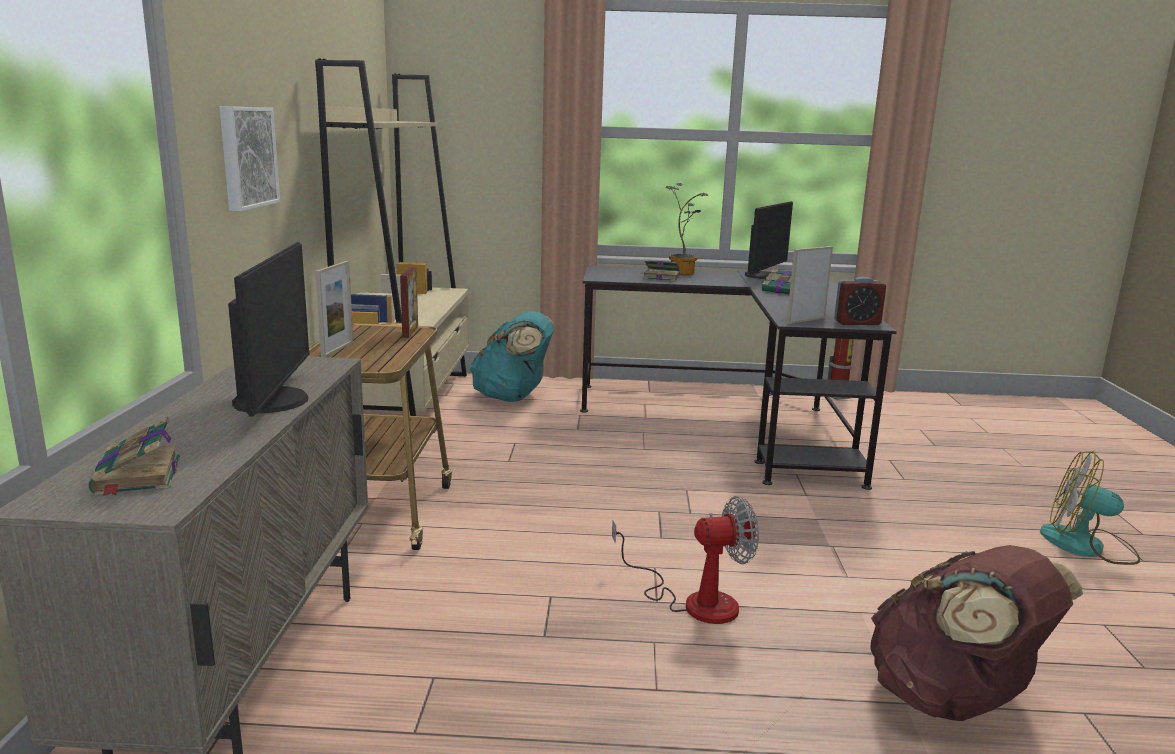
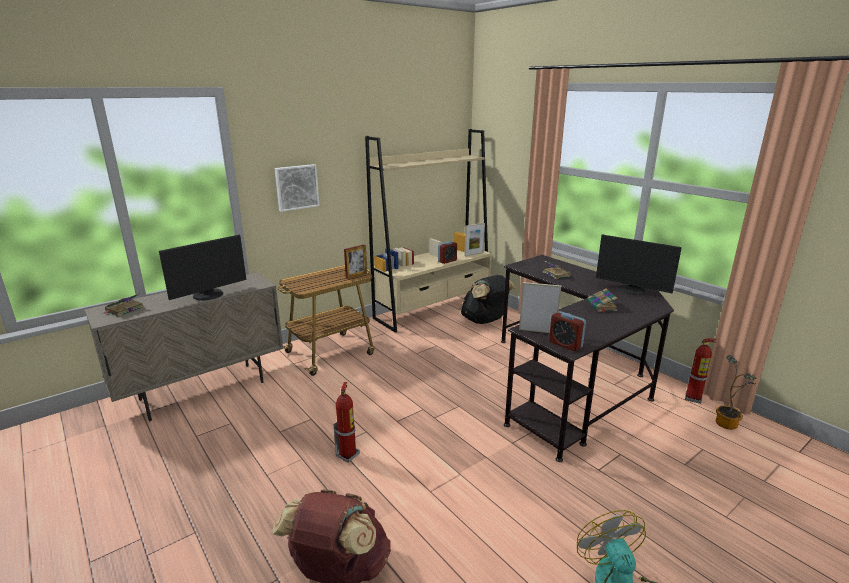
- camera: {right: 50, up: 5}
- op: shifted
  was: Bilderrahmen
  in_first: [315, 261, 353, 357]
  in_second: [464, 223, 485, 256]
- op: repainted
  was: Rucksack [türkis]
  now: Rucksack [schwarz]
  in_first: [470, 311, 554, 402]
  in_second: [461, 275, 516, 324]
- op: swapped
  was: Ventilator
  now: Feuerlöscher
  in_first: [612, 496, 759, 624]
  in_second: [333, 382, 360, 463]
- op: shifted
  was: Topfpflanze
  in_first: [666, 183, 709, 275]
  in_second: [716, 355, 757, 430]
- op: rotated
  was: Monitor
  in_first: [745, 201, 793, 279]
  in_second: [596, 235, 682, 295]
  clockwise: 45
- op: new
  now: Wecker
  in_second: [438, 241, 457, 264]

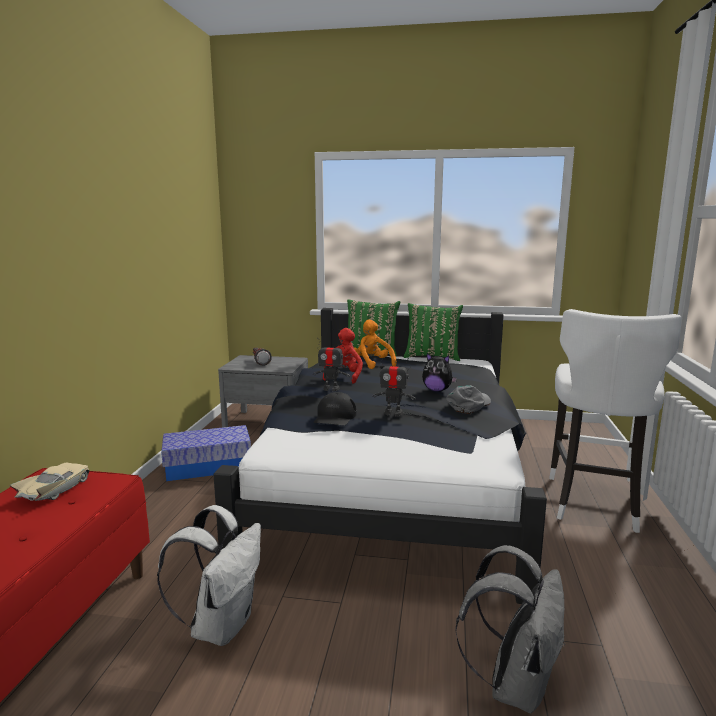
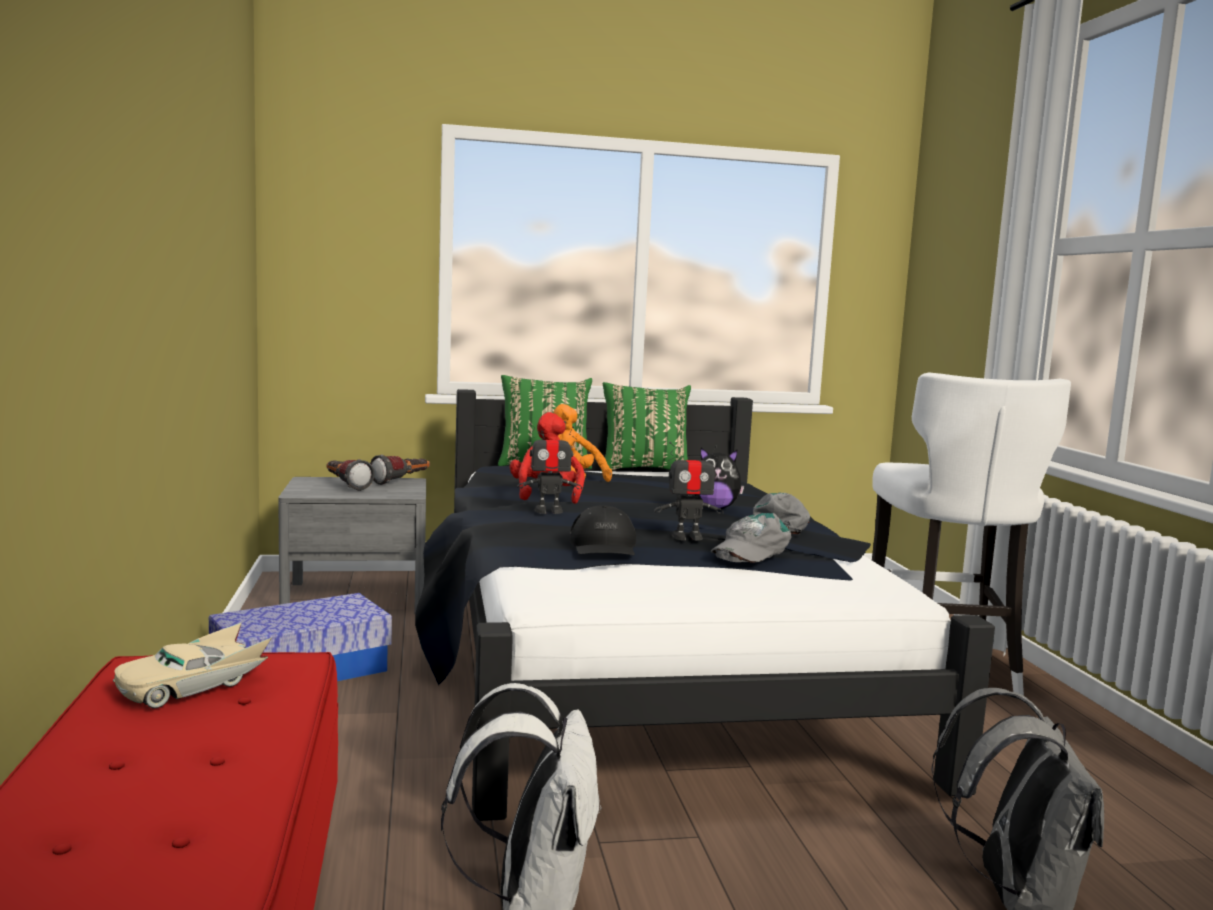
- camera: {right: -20, up: -5}
- op: rotated
  was: Spielzeugauto [beige]
  in_first: [10, 463, 89, 501]
  in_second: [113, 622, 272, 708]
  clockwise: -135
- op: new
  now: Taschenlampe
  in_second: [370, 454, 430, 485]
- op: new
  now: Kappe [grau]
  in_second: [711, 513, 791, 563]

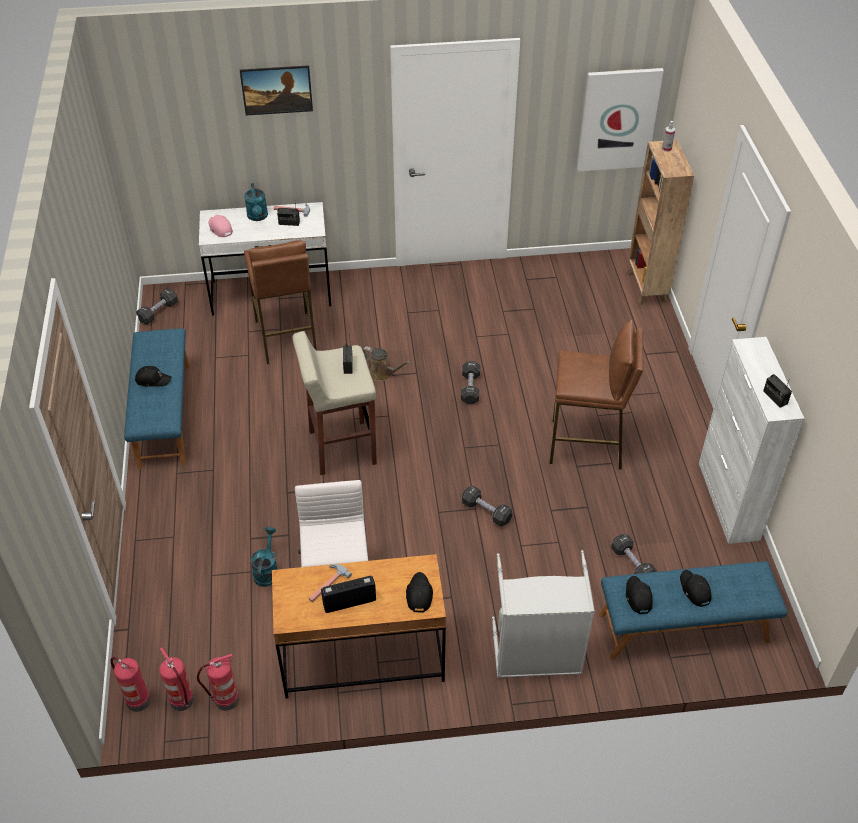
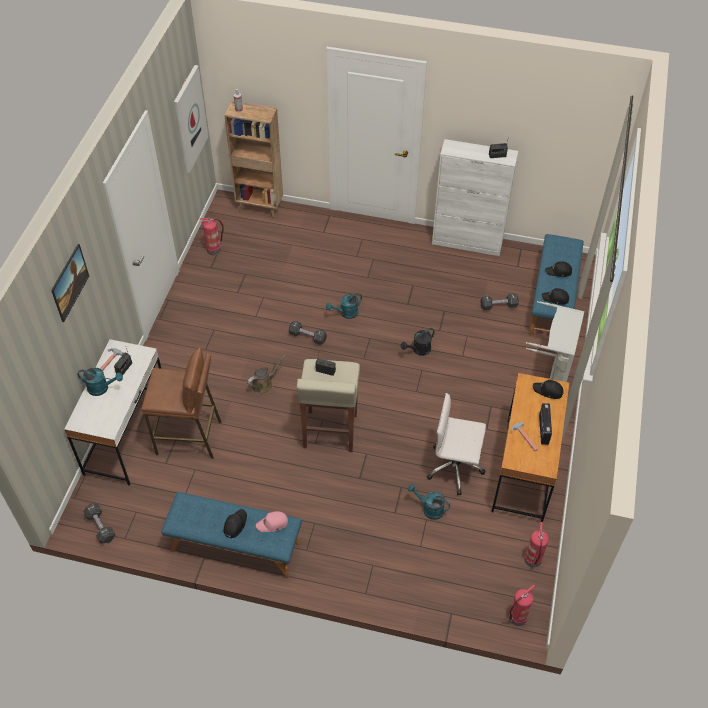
- camera: {right: -70, up: 5}
- op: shifted
  was: Feuerlöscher
  in_first: [159, 648, 194, 711]
  in_second: [200, 218, 224, 255]
- op: shifted
  was: Kappe [rosa]
  in_first: [208, 215, 233, 237]
  in_second: [256, 511, 288, 532]
- op: gone
  was: Hantel [schwarz]
  in_first: [462, 486, 512, 526]
- op: gone
  was: Hocker [braun]
  in_first: [549, 320, 643, 470]
- op: new
  now: Gießkanne [türkis]
  in_second: [326, 293, 362, 319]
- op: new
  now: Gießkanne [schwarz]
  in_second: [401, 328, 435, 356]

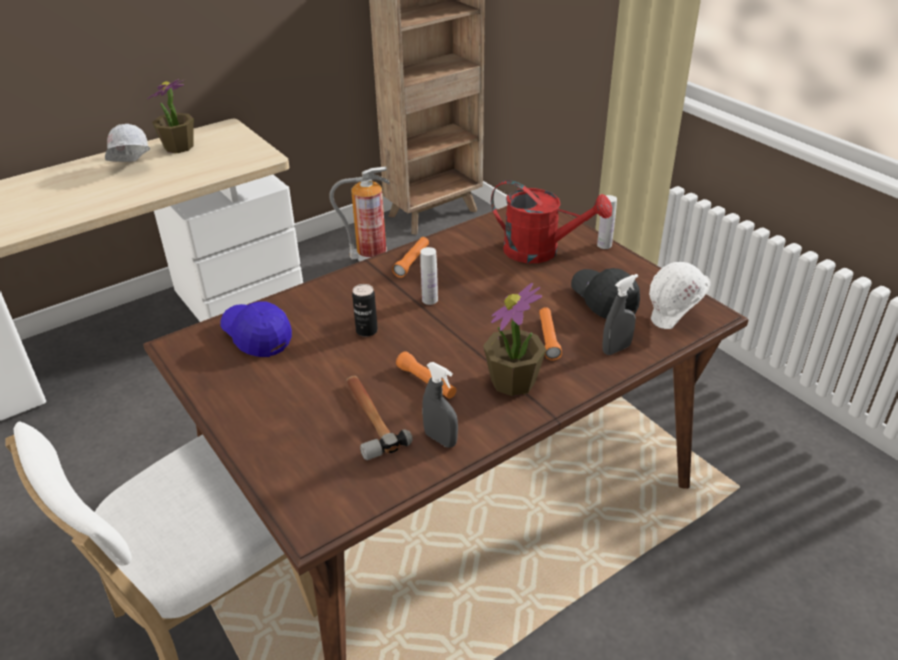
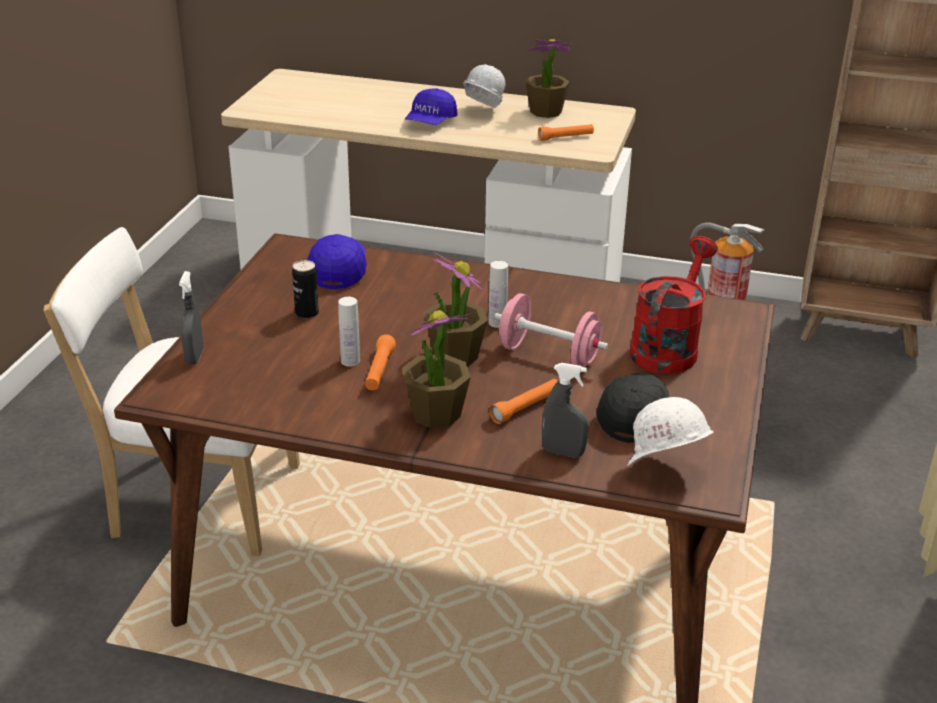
- camera: {right: 50, up: -5}
- op: gone
  was: Hammer
  in_first: [346, 376, 412, 460]
- op: shifted
  was: Dose
  in_first: [352, 284, 378, 337]
  in_second: [292, 260, 319, 319]
- op: shifted
  was: Taschenlampe [orange]
  in_first: [392, 237, 429, 278]
  in_second: [538, 124, 594, 141]
- op: shifted
  was: Sprühflasche [grau]
  in_first: [422, 362, 458, 448]
  in_second: [179, 271, 203, 365]
- op: rotated
  was: Gießkanne [rot]
  in_first: [491, 180, 612, 263]
  in_second: [630, 236, 718, 374]
  clockwise: -135
- op: shifted
  was: Flasche [weiß]
  in_first: [597, 195, 617, 249]
  in_second: [338, 297, 360, 367]
- op: new
  now: Kappe [blau]
  in_second: [405, 88, 458, 125]
- op: new
  now: Topfpflanze
  in_second: [424, 251, 488, 367]
- op: new
  now: Hantel [rosa]
  in_second: [494, 293, 609, 367]

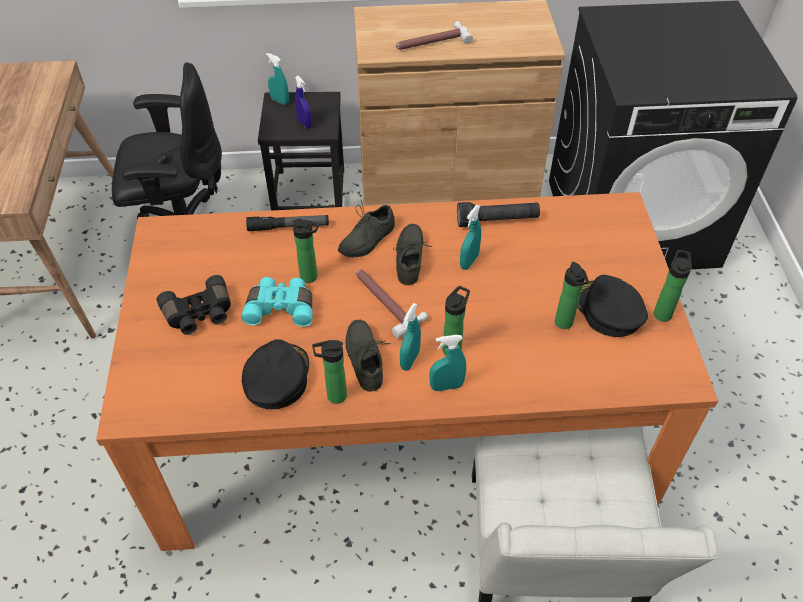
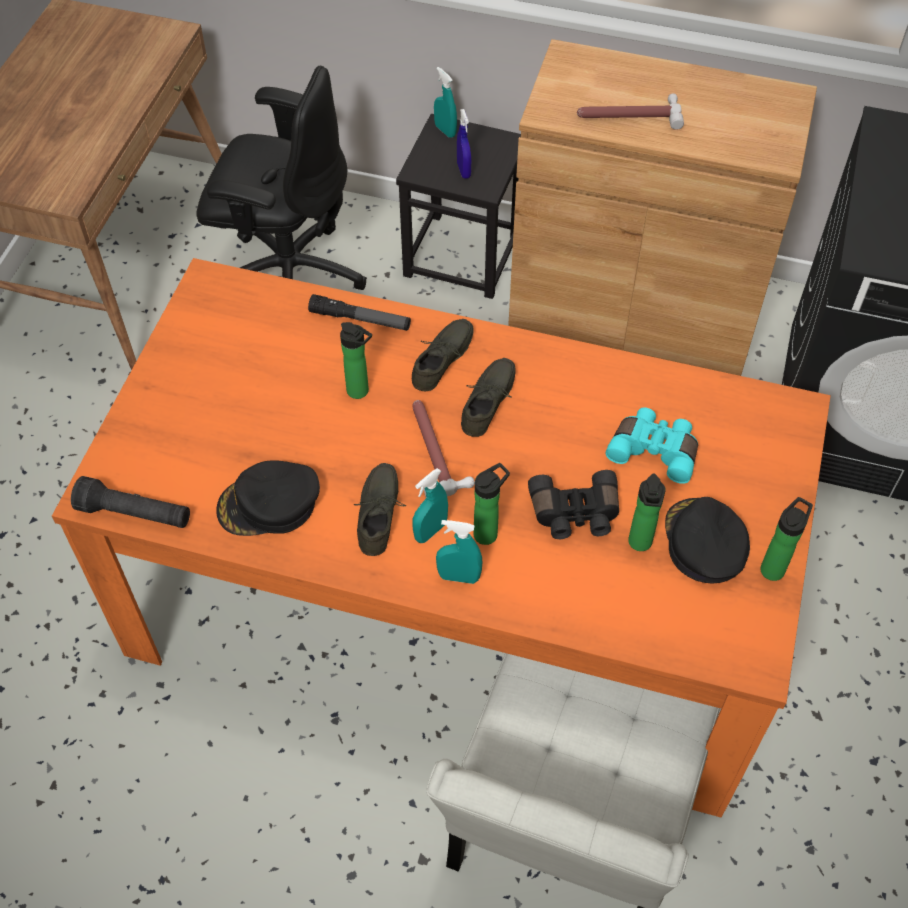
- camera: {right: 20, up: 5}
- op: shifted
  was: Fernglas [schwarz]
  in_first: [157, 275, 231, 335]
  in_second: [528, 470, 619, 539]
- op: shifted
  was: Fernglas [türkis]
  in_first: [242, 277, 313, 327]
  in_second: [605, 407, 698, 484]
- op: rotated
  was: Kappe [schwarz]
  in_first: [242, 339, 309, 409]
  in_second: [216, 460, 320, 536]
  clockwise: -135
- op: gone
  was: Flasche
  in_first: [312, 340, 347, 404]
- op: rotated
  was: Schuh [grau]
  in_first: [338, 200, 395, 258]
  in_second: [412, 319, 474, 391]
  clockwise: 150
- op: shifted
  was: Taschenlampe [schwarz]
  in_first: [457, 202, 540, 227]
  in_second: [71, 476, 190, 528]
- op: gone
  was: Sprühflasche [türkis]
  in_first: [460, 205, 481, 270]

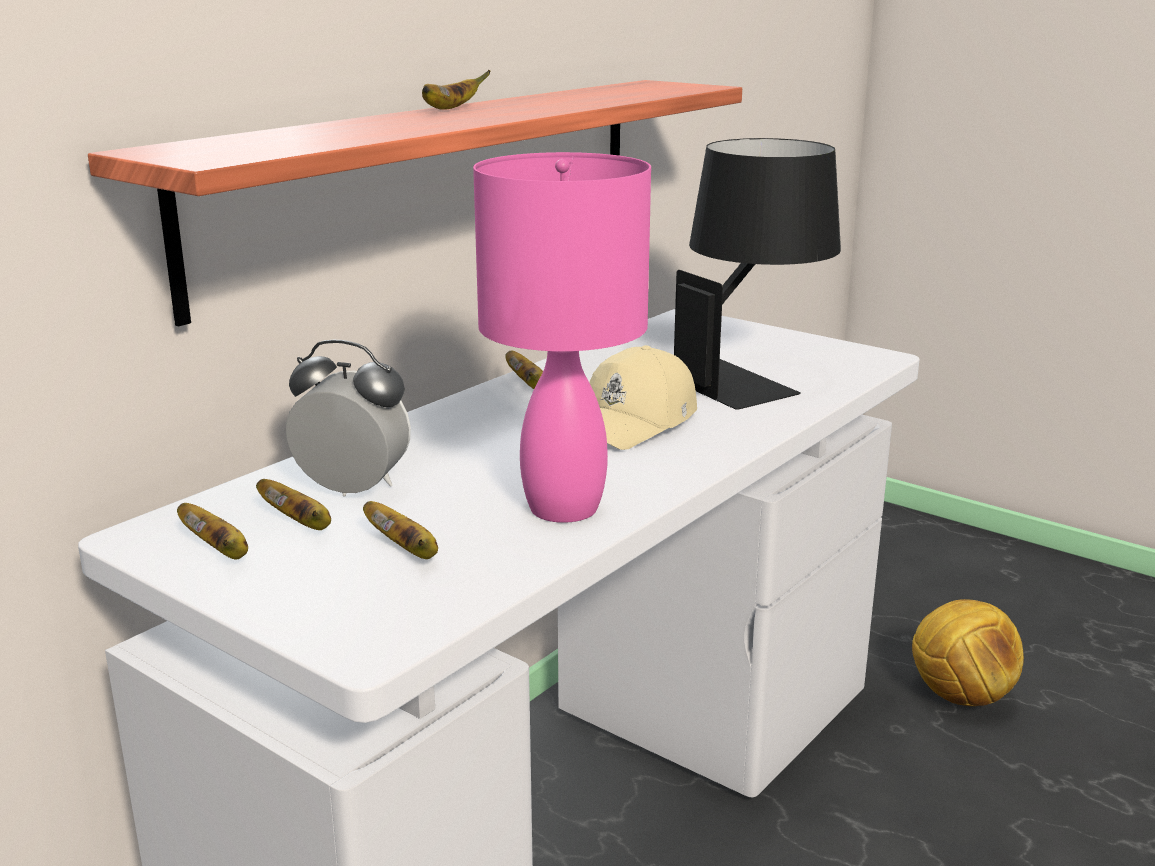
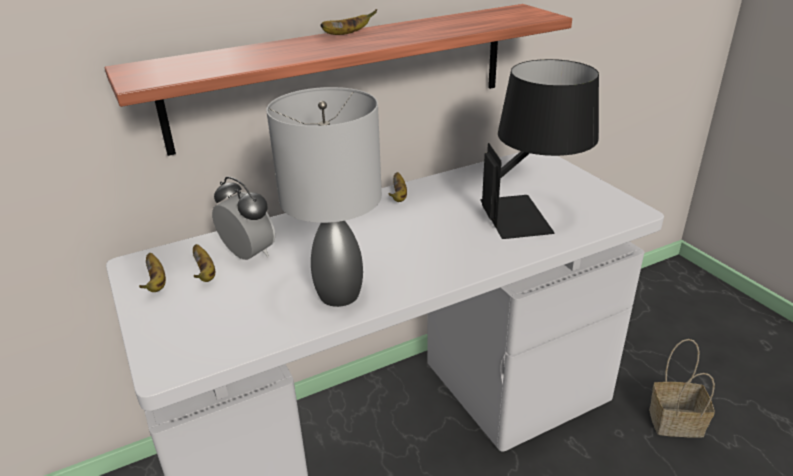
- camera: {right: 25, up: 10}
- op: gone
  was: Banane
  in_first: [363, 501, 438, 559]
- op: repainted
  was: Tischlampe [rosa]
  now: Tischlampe [grau]
  in_first: [473, 152, 651, 523]
  in_second: [266, 87, 382, 307]
- op: gone
  was: Kappe [beige]
  in_first: [589, 345, 697, 450]
- op: swapped
  was: Fußball
  now: Korb
  in_first: [912, 599, 1024, 706]
  in_second: [649, 339, 715, 438]

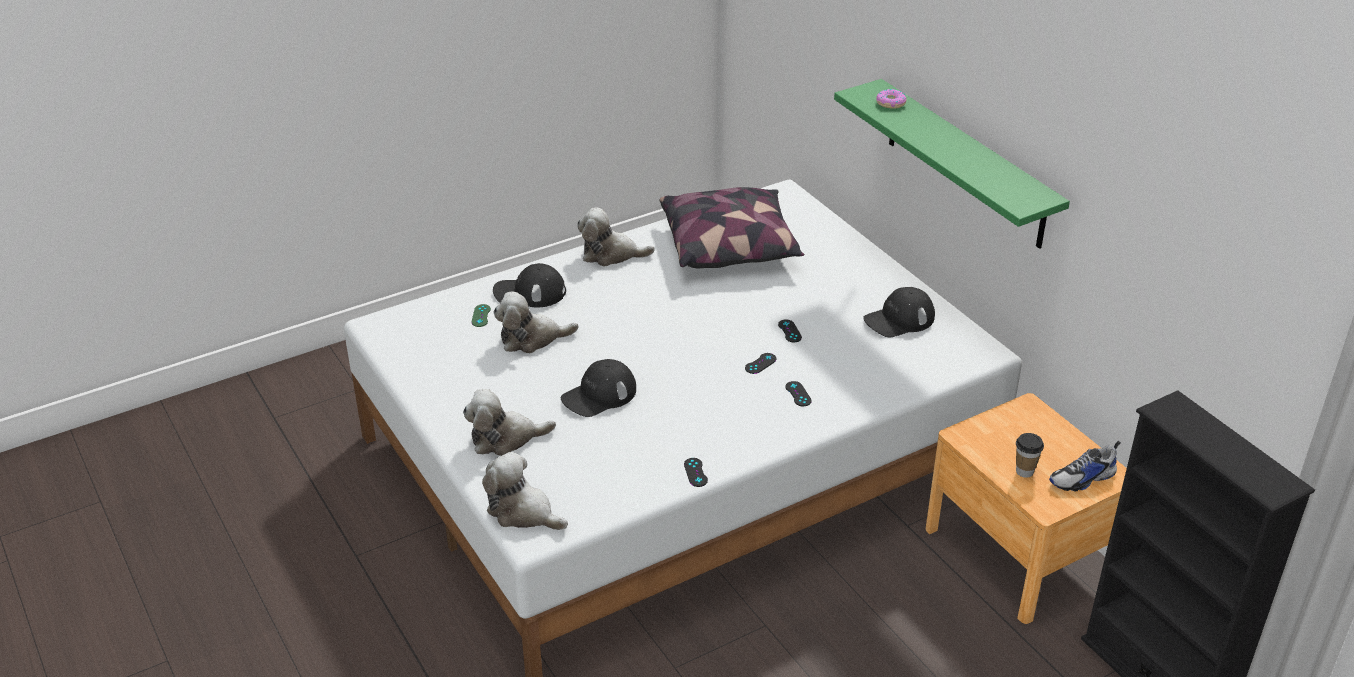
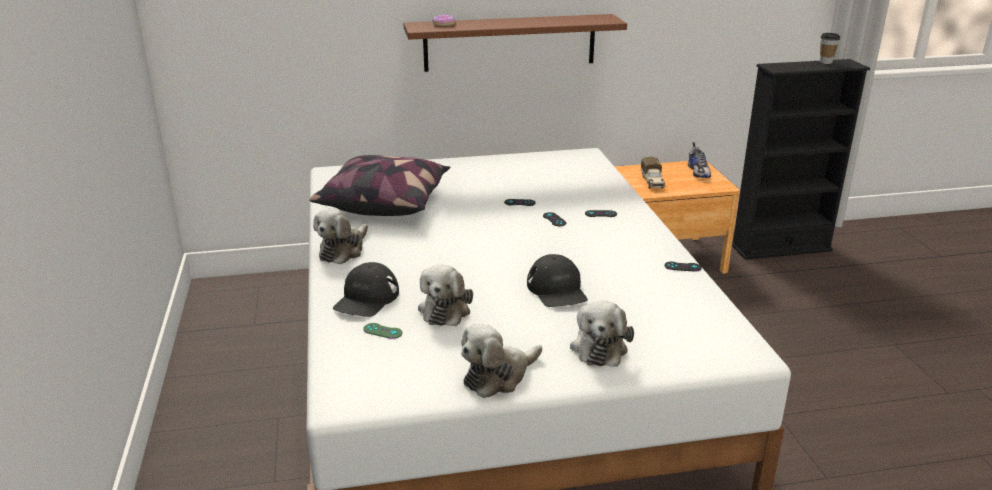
- camera: {right: -70, up: -10}
- op: shifted
  was: Plüschtier
  in_first: [482, 452, 568, 530]
  in_second: [461, 324, 542, 398]
- op: repainted
  was: Wandregal [grün]
  now: Wandregal [braun]
  in_first: [834, 79, 1070, 249]
  in_second: [403, 14, 627, 72]
- op: gone
  was: Kappe [schwarz]
  in_first: [863, 287, 935, 338]
- op: shifted
  was: Tasse
  in_first: [1016, 433, 1044, 478]
  in_second: [820, 33, 840, 64]
- op: new
  now: Spielzeuglaster
  in_second: [641, 156, 665, 189]

